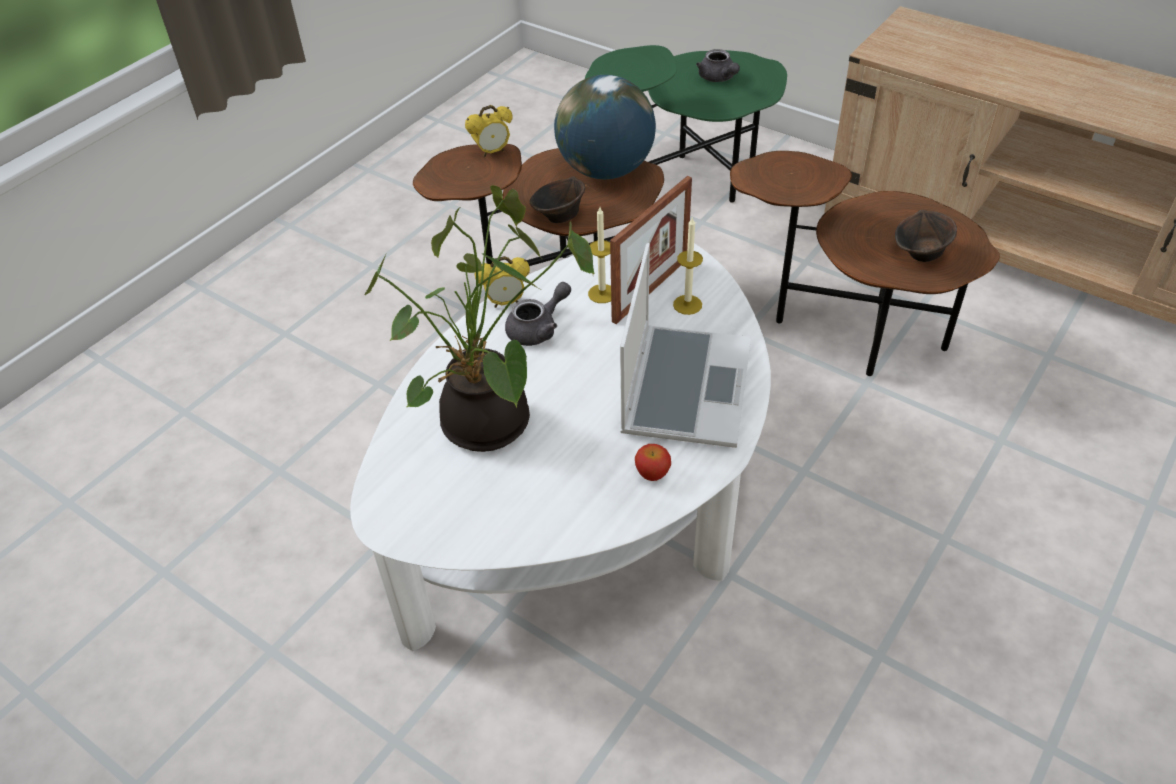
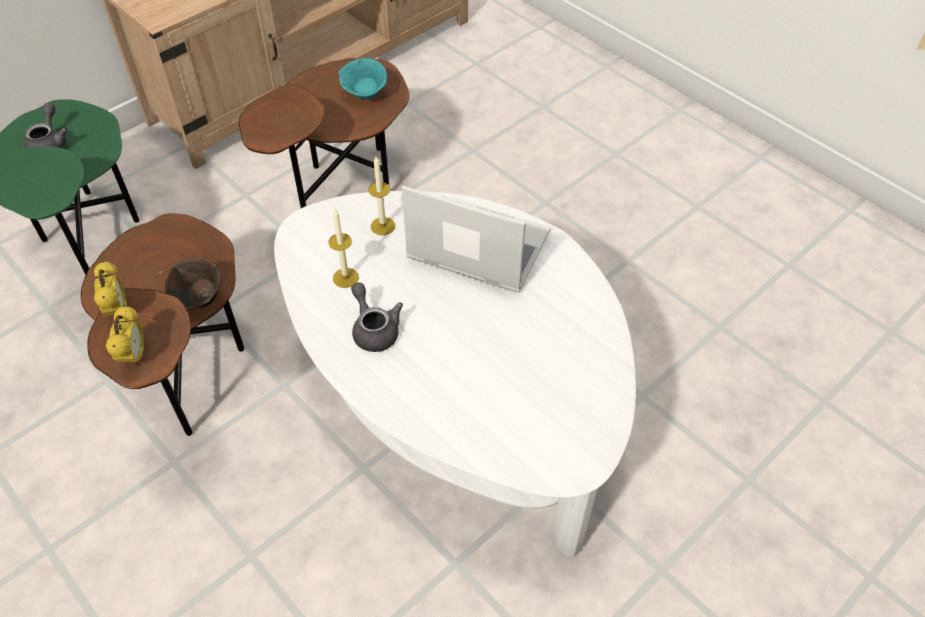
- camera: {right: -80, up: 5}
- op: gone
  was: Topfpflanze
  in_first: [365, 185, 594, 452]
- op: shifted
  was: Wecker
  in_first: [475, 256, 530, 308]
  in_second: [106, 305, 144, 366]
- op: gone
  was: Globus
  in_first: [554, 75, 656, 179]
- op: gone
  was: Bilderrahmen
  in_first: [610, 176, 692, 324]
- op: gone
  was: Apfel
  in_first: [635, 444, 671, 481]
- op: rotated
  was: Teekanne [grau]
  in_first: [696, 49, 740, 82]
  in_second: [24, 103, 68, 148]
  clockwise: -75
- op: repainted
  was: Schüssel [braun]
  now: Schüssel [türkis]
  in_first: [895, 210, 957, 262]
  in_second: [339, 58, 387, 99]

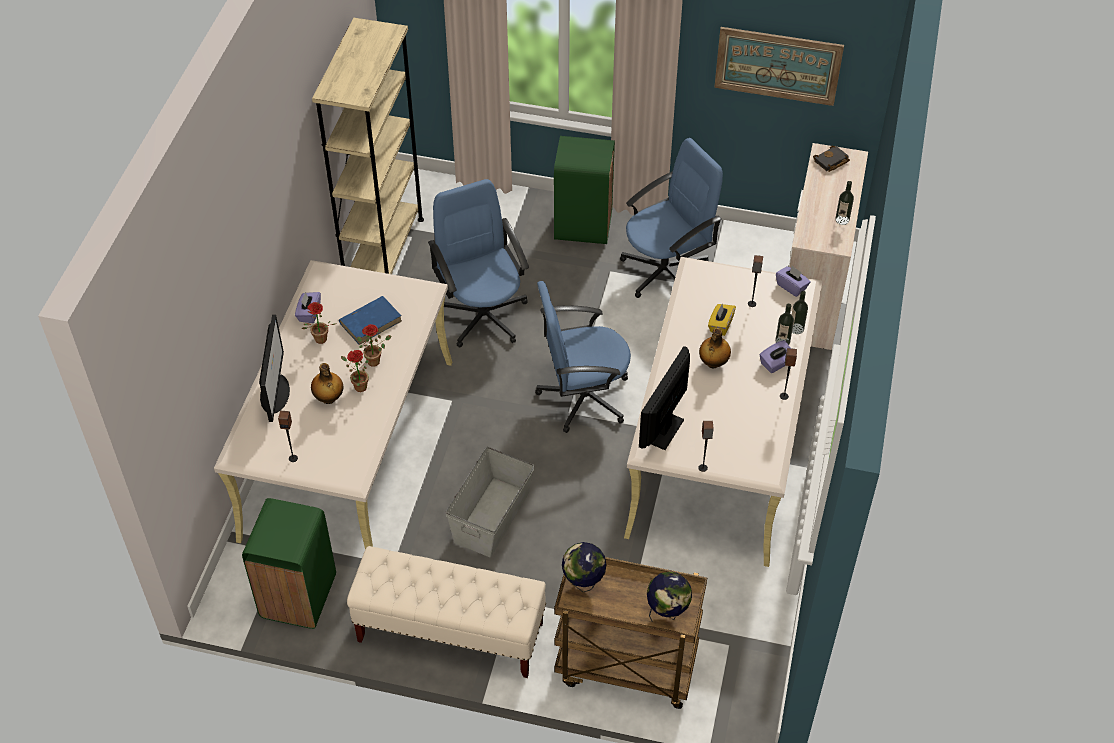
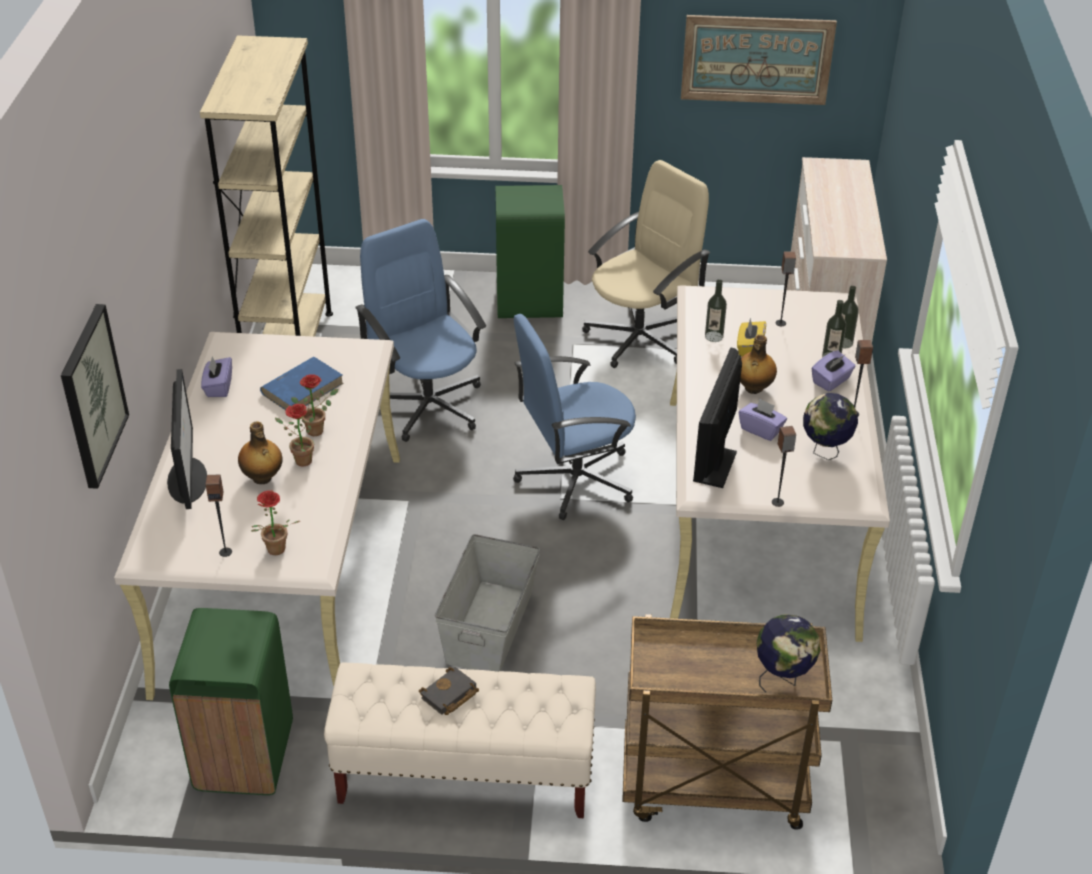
- camera: {right: -10, up: -10}
- op: shifted
  was: Topfpflanze
  in_first: [302, 302, 337, 344]
  in_second: [251, 490, 300, 555]
- op: shifted
  was: Globus
  in_first: [562, 542, 607, 592]
  in_second: [803, 393, 858, 460]
- op: repainted
  was: Bürostuhl [blau]
  now: Bürostuhl [beige]
  in_first: [620, 138, 723, 298]
  in_second: [582, 160, 710, 368]
- op: shifted
  was: Taschentuchbox [lila]
  in_first: [776, 266, 811, 297]
  in_second: [739, 398, 787, 441]
- op: shifted
  was: Buch [schwarz]
  in_first: [813, 146, 850, 172]
  in_second: [419, 667, 479, 715]
- op: shifted
  was: Flasche
  in_first: [835, 181, 854, 225]
  in_second: [705, 279, 727, 342]
- op: new
  now: Bild
  in_second: [61, 304, 129, 489]

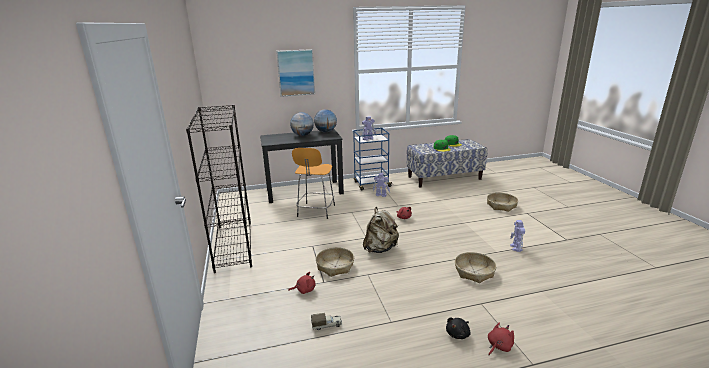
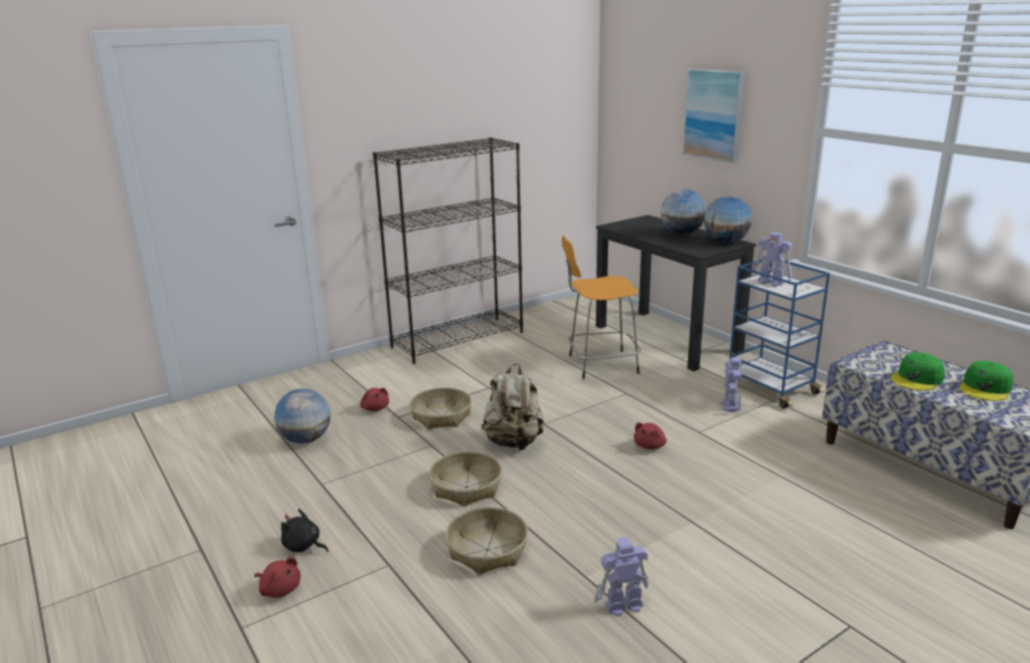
- camera: {right: 70, up: 0}
- op: swapped
  was: Spielzeuglaster
  now: Globus
  in_first: [311, 313, 342, 330]
  in_second: [274, 389, 330, 444]
- op: shifted
  was: Korb
  in_first: [487, 193, 518, 212]
  in_second: [429, 451, 502, 507]

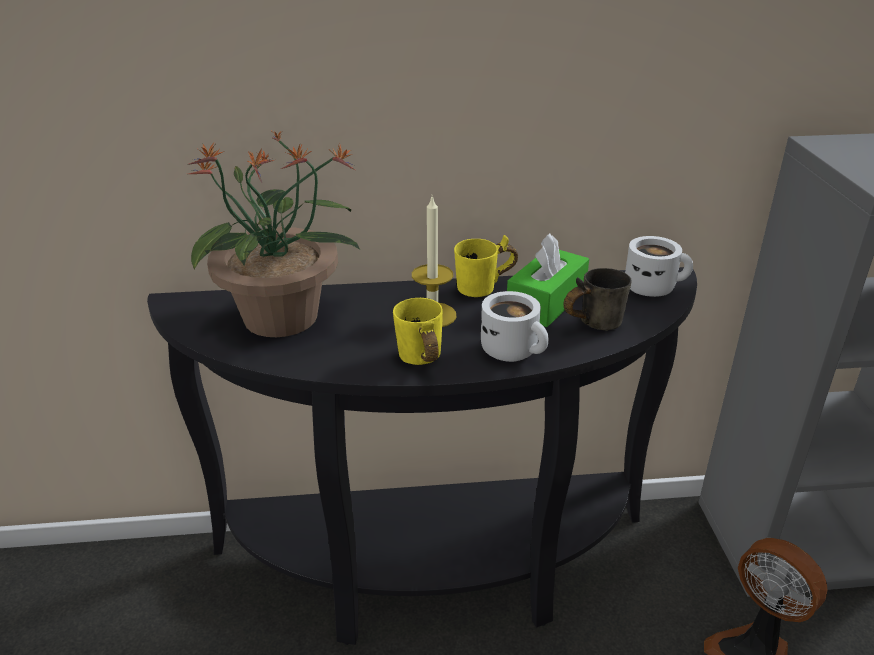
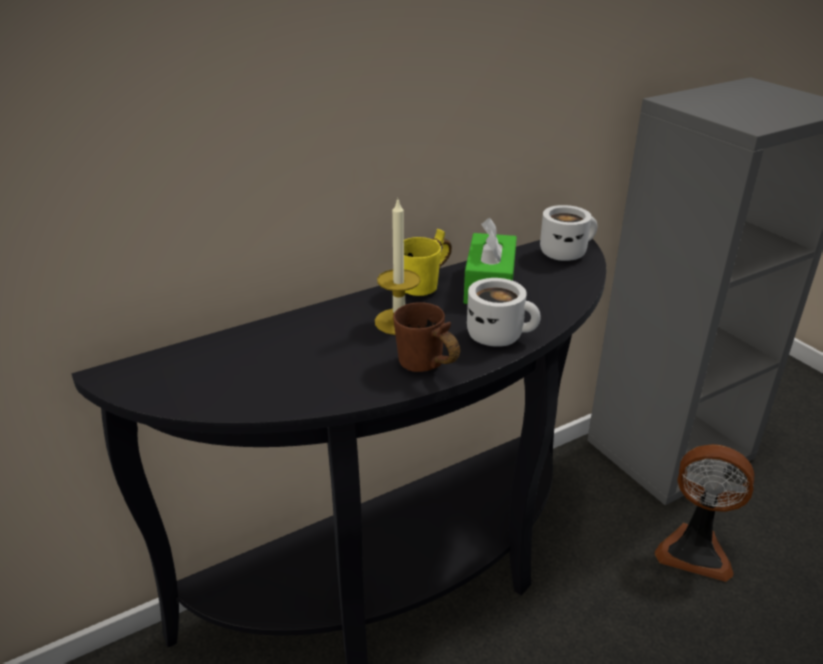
- camera: {right: -25, up: 0}
- op: gone
  was: Topfpflanze
  in_first: [188, 130, 360, 337]
- op: repainted
  was: Henkelbecher [gelb]
  now: Henkelbecher [braun]
  in_first: [393, 298, 443, 365]
  in_second: [393, 302, 460, 372]
- op: gone
  was: Henkelbecher [grau]
  in_first: [563, 268, 632, 331]

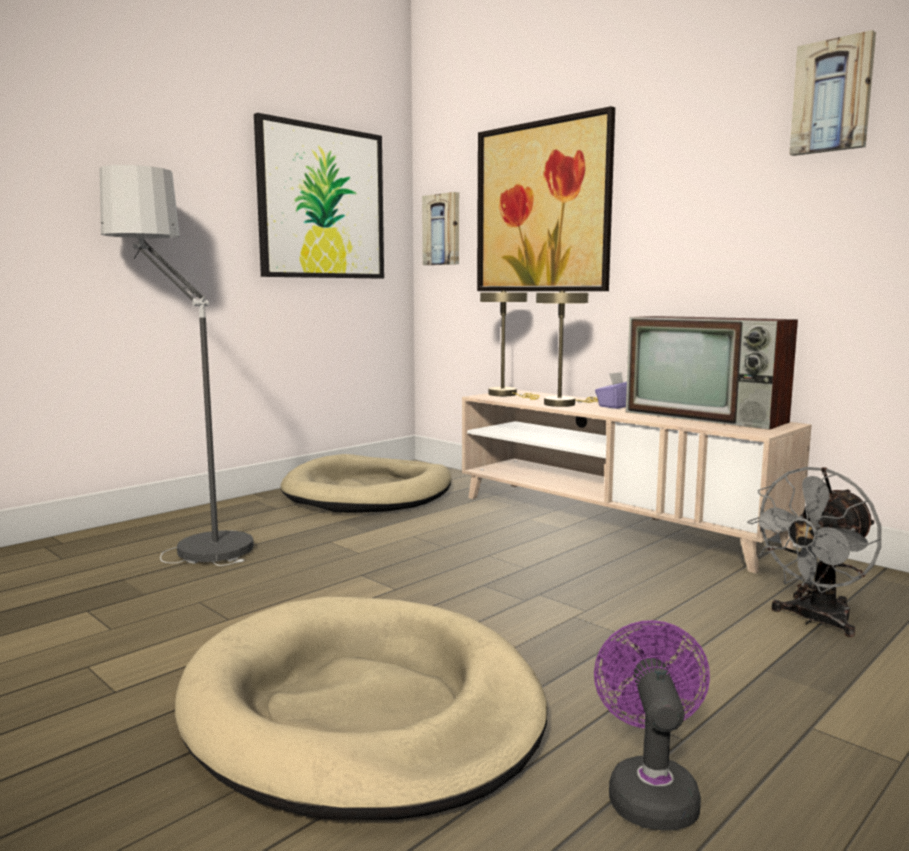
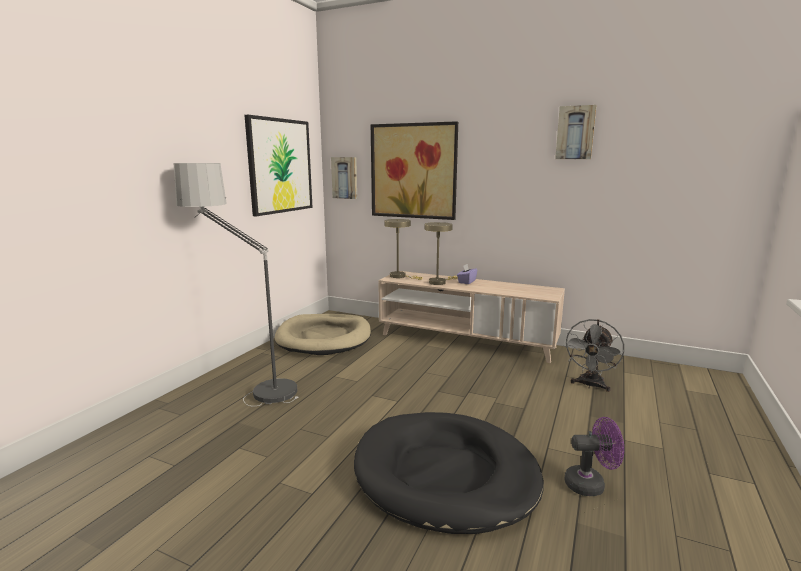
- camera: {right: -20, up: 5}
- op: repainted
  was: Hundebett [beige]
  now: Hundebett [schwarz]
  in_first: [175, 597, 547, 820]
  in_second: [354, 412, 544, 534]
- op: rotated
  was: Ventilator [lila]
  in_first: [594, 620, 710, 830]
  in_second: [565, 417, 624, 496]
  clockwise: 105
- op: gone
  was: Fernseher
  in_first: [626, 316, 798, 430]

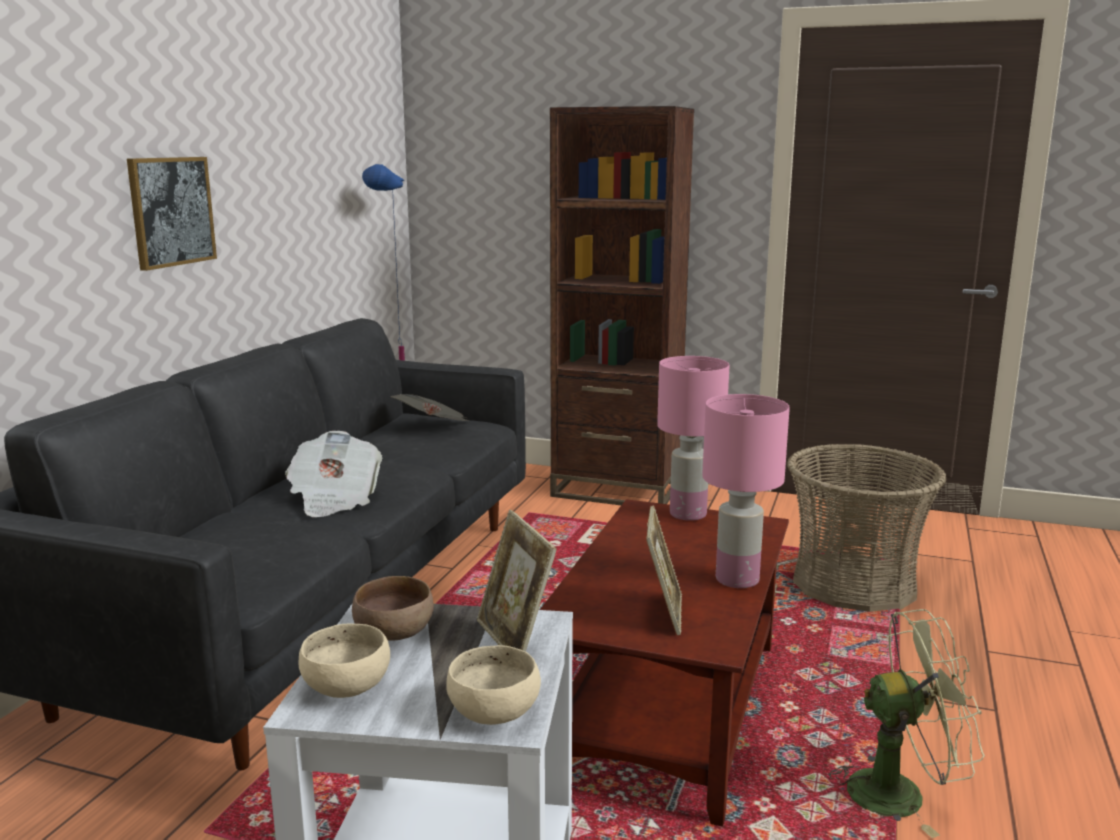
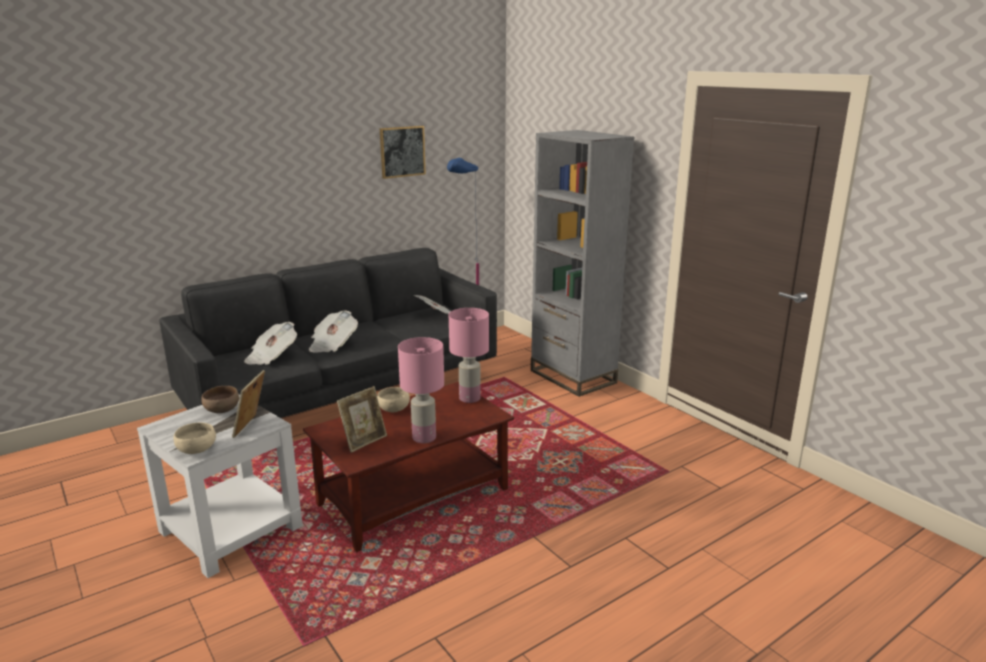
- camera: {right: 35, up: 5}
- op: shifted
  was: Bild
  in_first: [127, 157, 217, 271]
  in_second: [380, 126, 426, 179]
- op: shifted
  was: Schüssel [beige]
  in_first: [298, 624, 390, 698]
  in_second: [377, 387, 410, 412]
- op: repainted
  was: Bücherregal [braun]
  now: Bücherregal [grau]
  in_first: [550, 106, 694, 505]
  in_second: [531, 130, 634, 397]
- op: gone
  was: Korb
  in_first: [787, 444, 947, 612]
- op: gone
  was: Ventilator [grün]
  in_first: [828, 609, 985, 838]
- op: new
  now: Zeitung
  in_second: [244, 322, 297, 365]

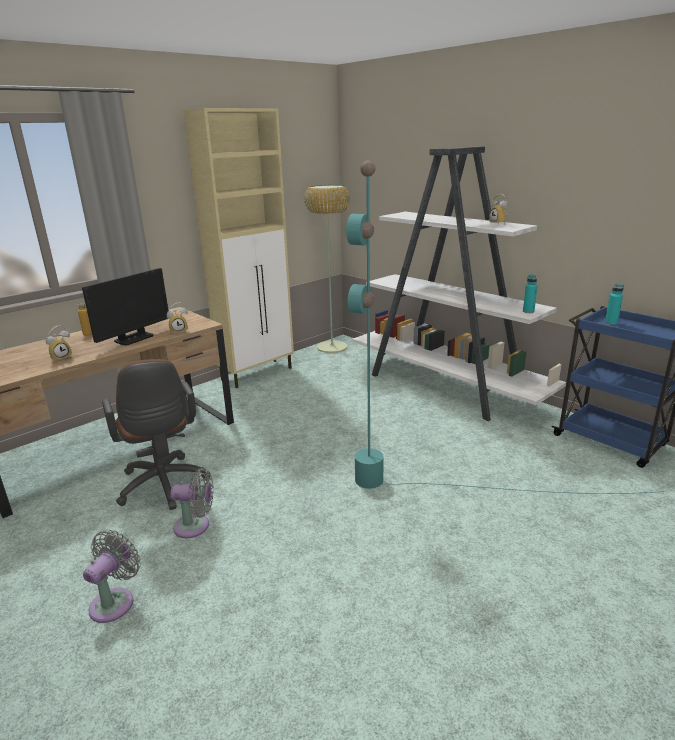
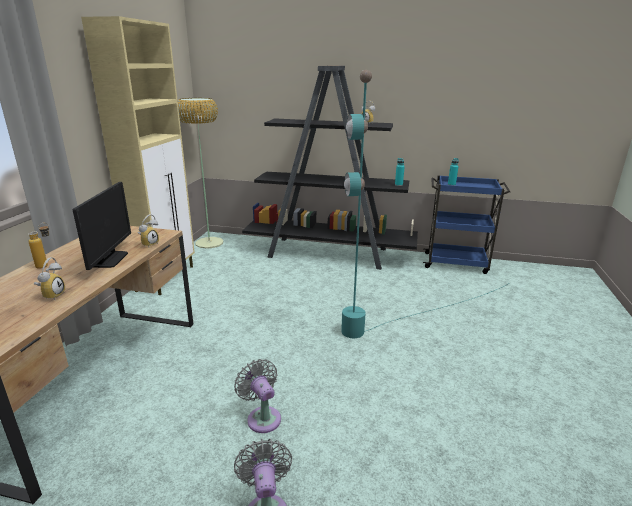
- camera: {right: -35, up: 0}
- op: gone
  was: Bürostuhl [braun]
  in_first: [102, 359, 210, 510]
- op: rotated
  was: Ventilator [grau]
  in_first: [170, 468, 213, 538]
  in_second: [234, 359, 281, 433]
  clockwise: -90
- op: repainted
  was: Bücherregal [weiß]
  now: Bücherregal [schwarz]
  in_first: [352, 146, 566, 421]
  in_second: [242, 66, 418, 270]

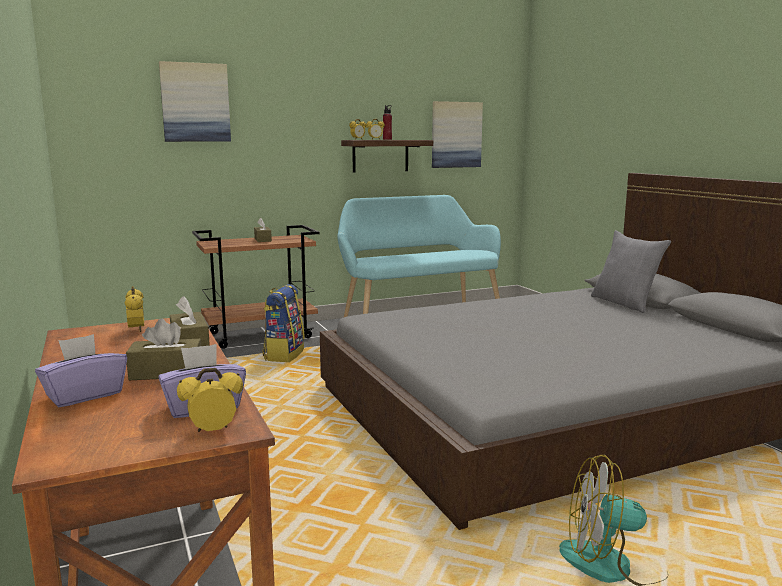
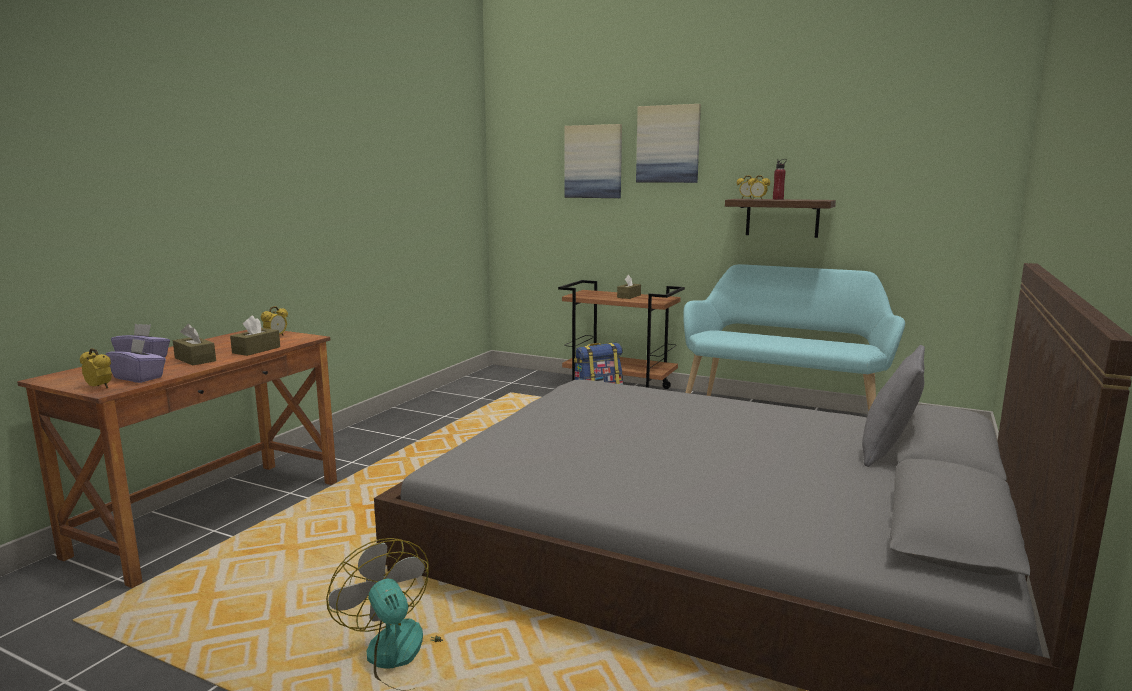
- camera: {right: 50, up: 0}
- op: shifted
  was: Bild
  in_first: [432, 101, 483, 168]
  in_second: [636, 104, 701, 183]

